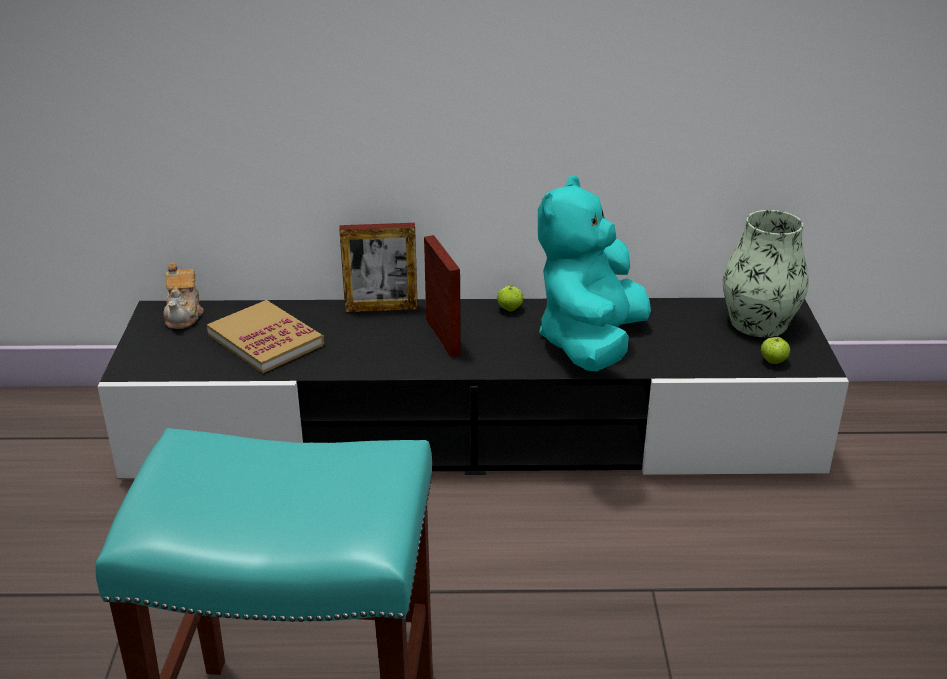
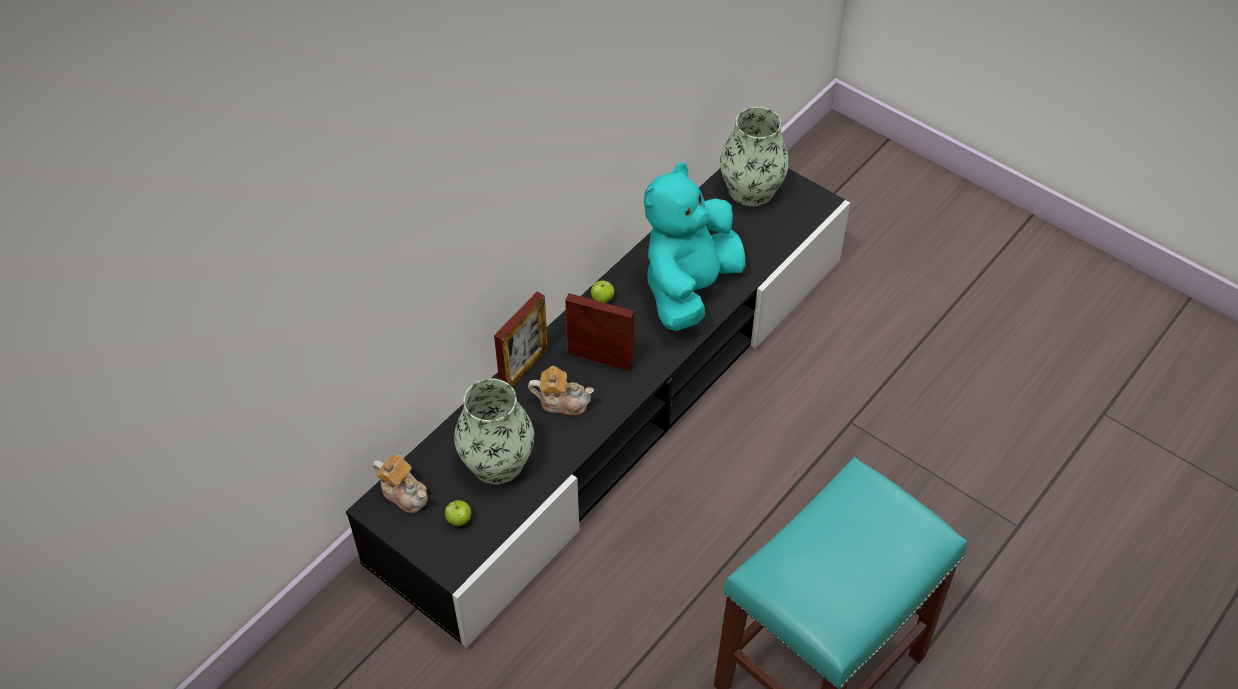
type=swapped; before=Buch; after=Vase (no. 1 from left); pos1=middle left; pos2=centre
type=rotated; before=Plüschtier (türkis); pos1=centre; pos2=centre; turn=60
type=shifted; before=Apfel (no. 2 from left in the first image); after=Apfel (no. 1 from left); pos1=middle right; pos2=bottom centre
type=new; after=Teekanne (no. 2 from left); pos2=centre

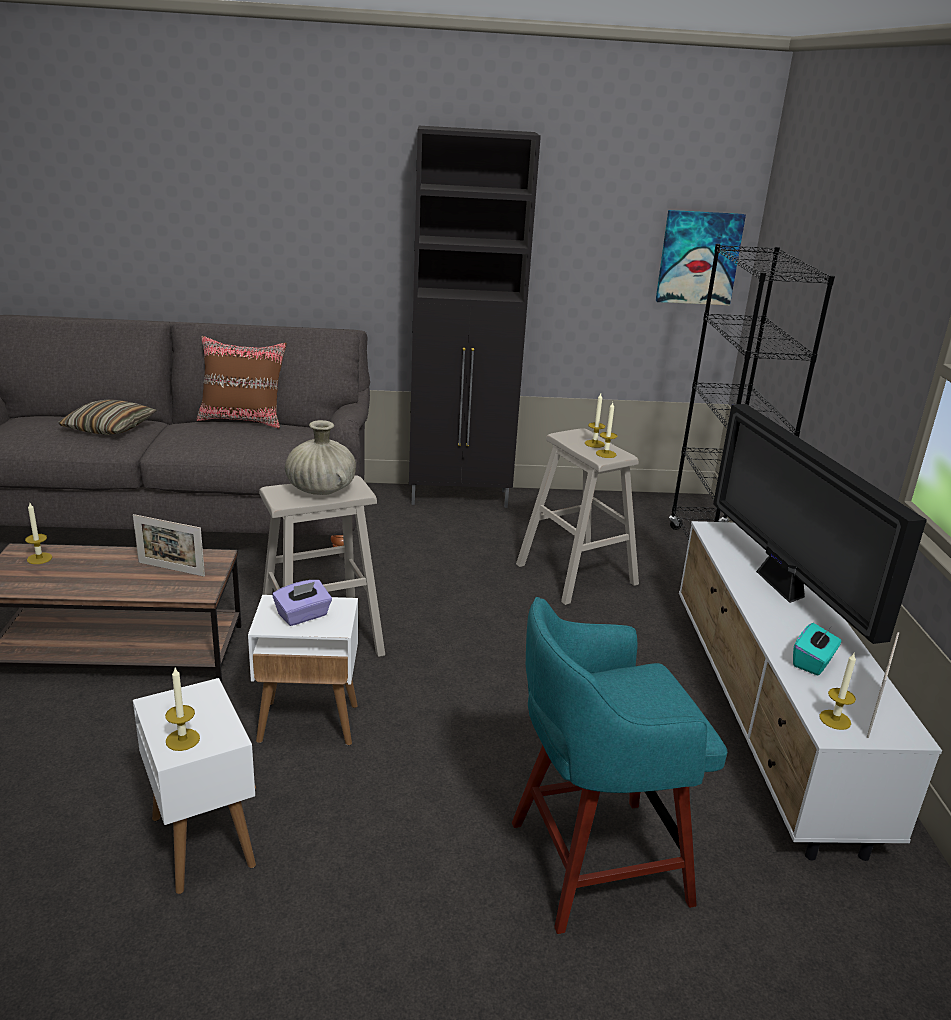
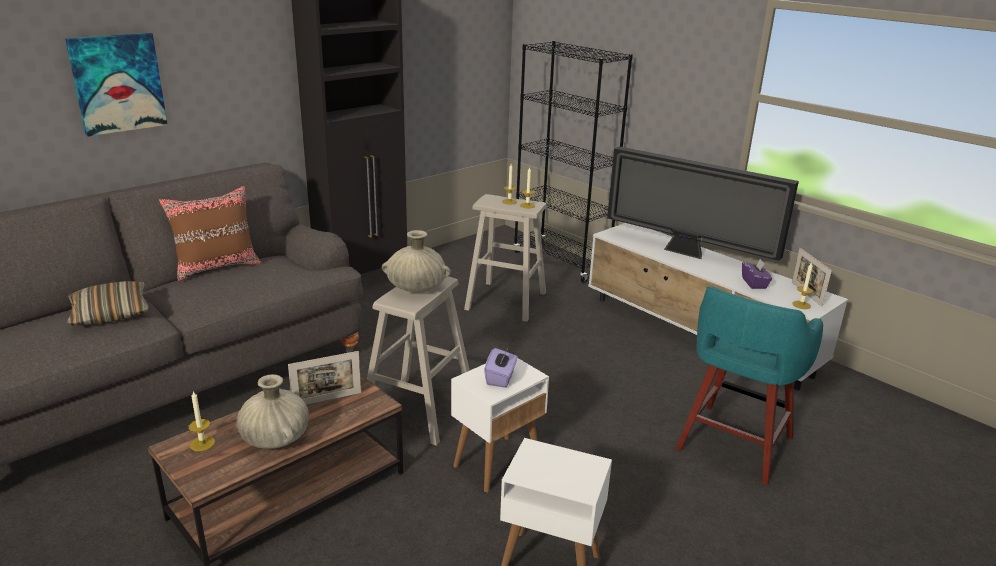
type=gone; before=Kerze (no. 2 from left); pos1=bottom left
type=shifted; before=Bild; pos1=top right; pos2=top left
type=repainted; before=Taschentuchbox (türkis); after=Taschentuchbox (lila) (no. 2 from left); pos1=middle right; pos2=middle right
type=new; after=Vase (beige) (no. 1 from left); pos2=bottom left

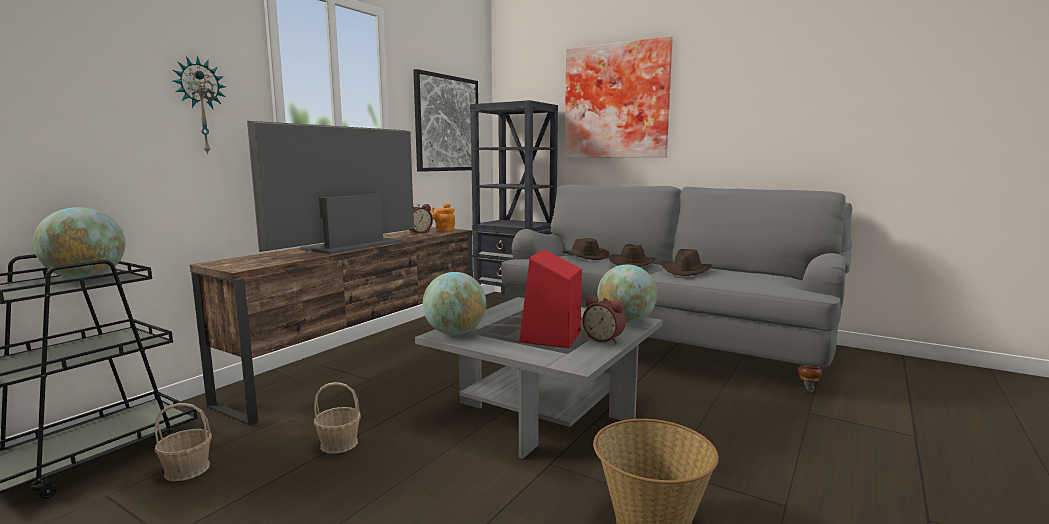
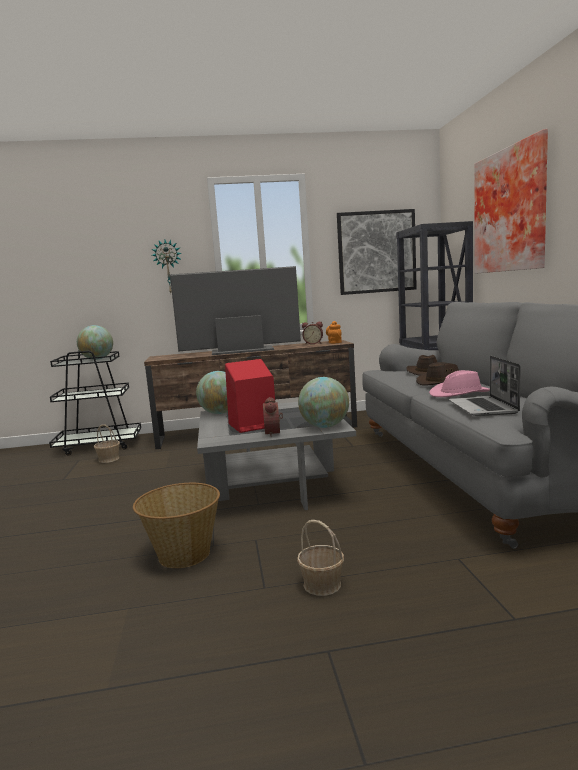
type=shifted; before=Korb (no. 2 from left in the first image); after=Korb (no. 3 from left); pos1=bottom left; pos2=bottom centre
type=repainted; before=Hut (braun) (no. 3 from left); after=Hut (rosa); pos1=centre; pos2=middle right
type=new; after=Laptop; pos2=middle right

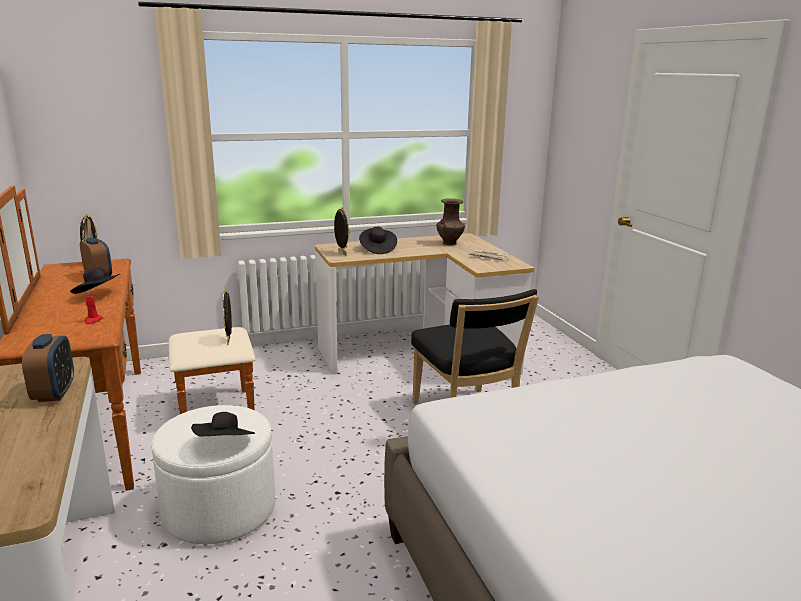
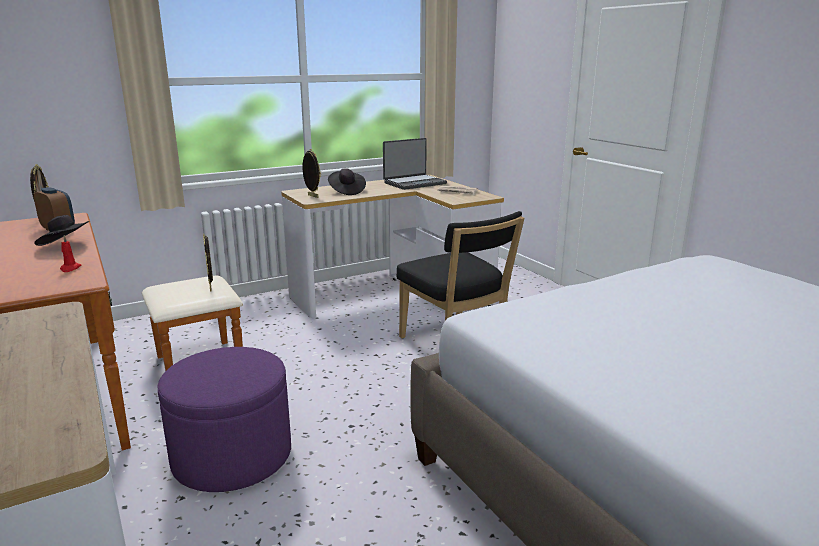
type=gone; before=Wecker (no. 1 from left); pos1=middle left
type=repainted; before=Polsterhocker (weiß); after=Polsterhocker (lila); pos1=bottom left; pos2=bottom left
type=gone; before=Hut (schwarz) (no. 2 from left); pos1=bottom left
type=swapped; before=Vase (braun); after=Laptop; pos1=centre; pos2=top centre

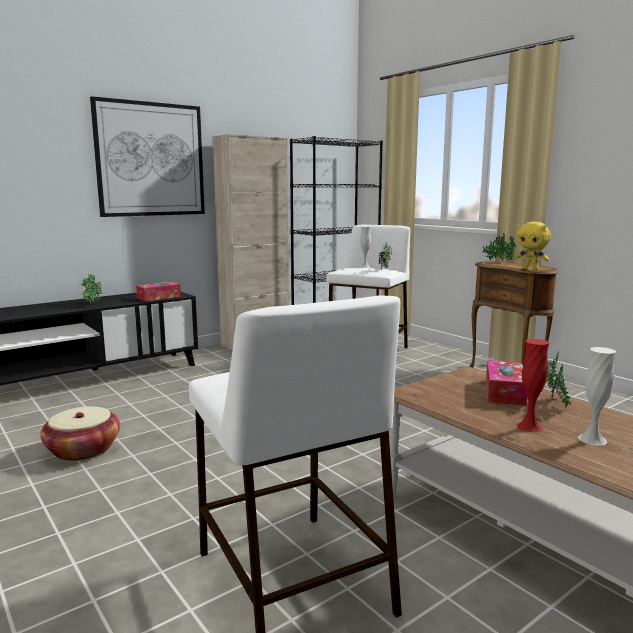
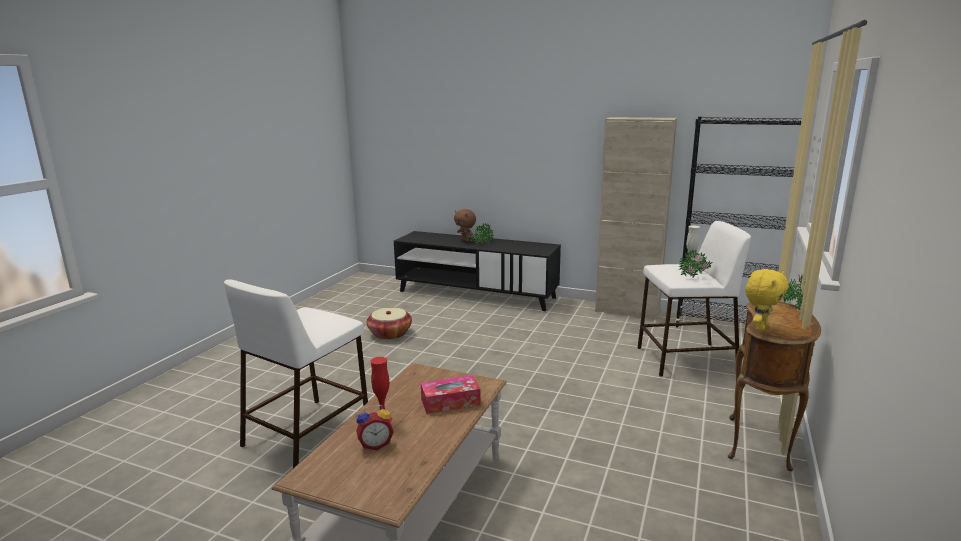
type=gone; before=Bild; pos1=top left
type=gone; before=Taschentuchbox (no. 1 from left); pos1=middle left
type=rotated; before=Plüschtier (gelb); pos1=middle right; pos2=middle right; turn=-150
type=gone; before=Topfpflanze (no. 4 from left); pos1=middle right
type=swapped; before=Vase (weiß) (no. 2 from left); after=Wecker; pos1=middle right; pos2=bottom centre
type=new; after=Plüschtier (braun); pos2=centre

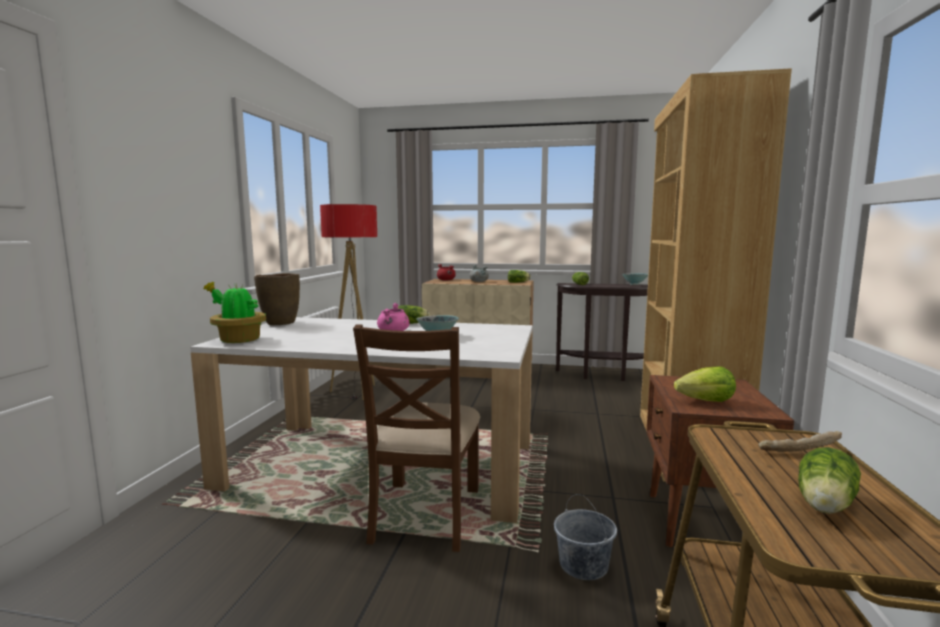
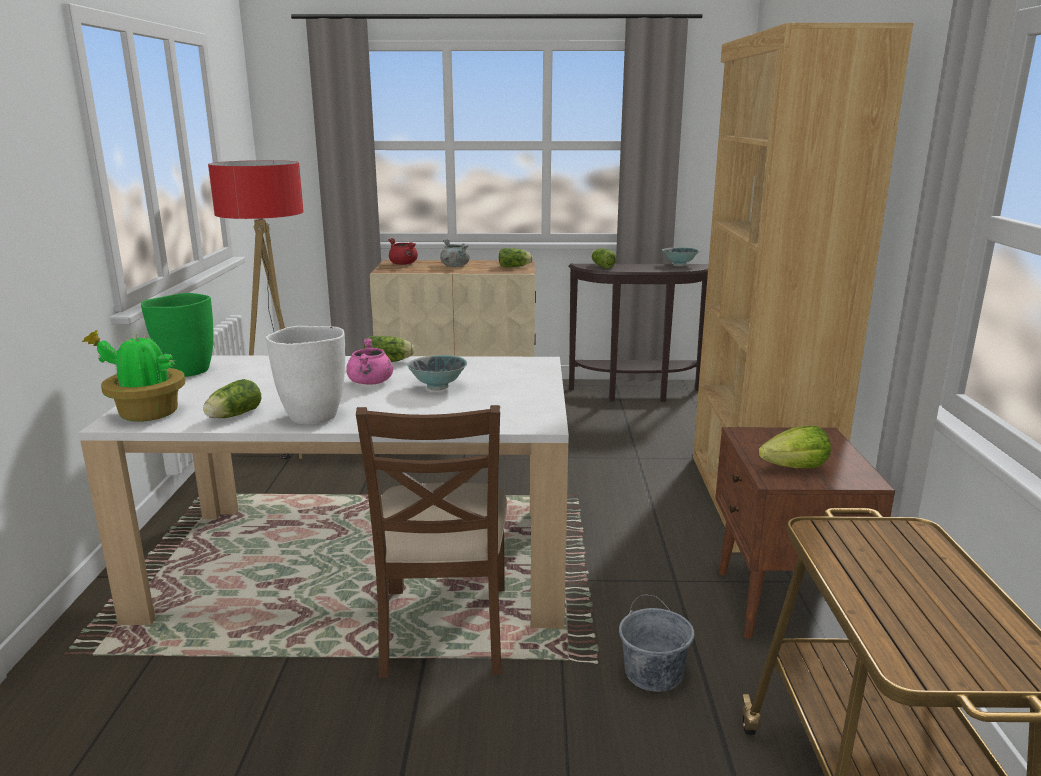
type=repainted; before=Vase (braun); after=Vase (grün); pos1=middle left; pos2=middle left
type=gone; before=Brot; pos1=bottom right
type=shifted; before=Salatkopf (no. 5 from left in the first image); after=Salatkopf (no. 1 from left); pos1=bottom right; pos2=middle left
type=new; after=Vase (weiß); pos2=middle left

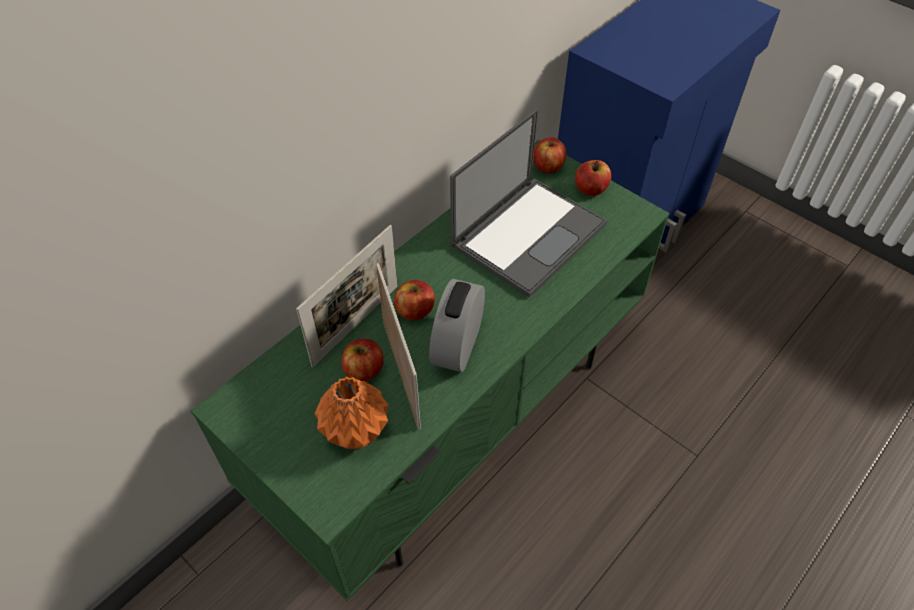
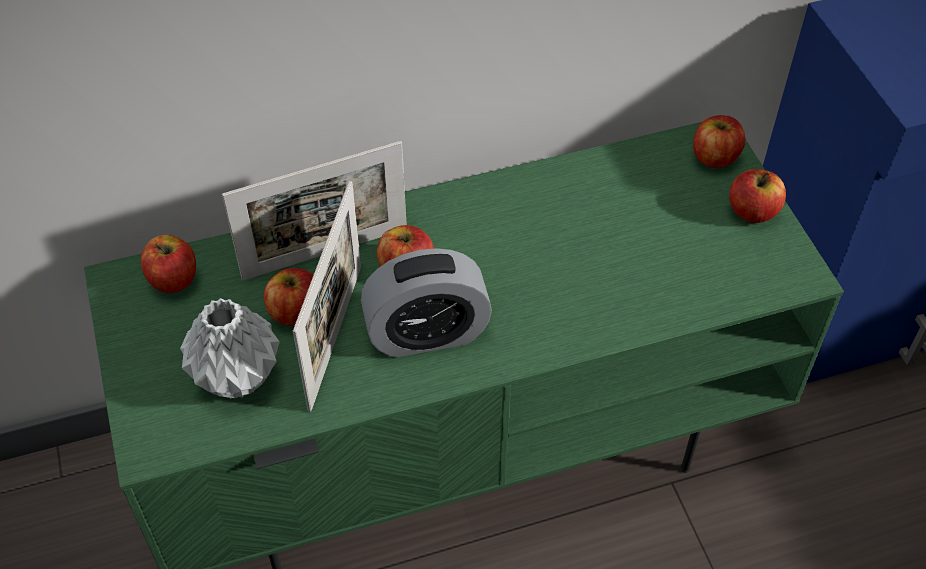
type=repainted; before=Vase (orange); after=Vase (grau); pos1=bottom centre; pos2=middle left
type=rotated; before=Wecker; pos1=centre; pos2=centre; turn=-150
type=gone; before=Laptop; pos1=top centre
type=new; after=Apfel (no. 1 from left); pos2=middle left

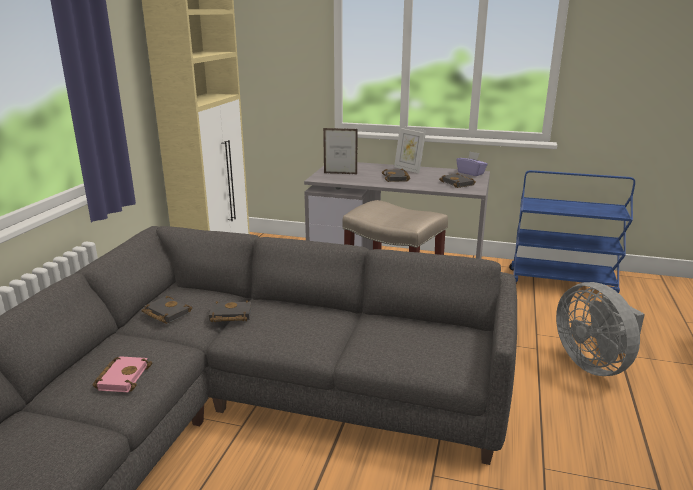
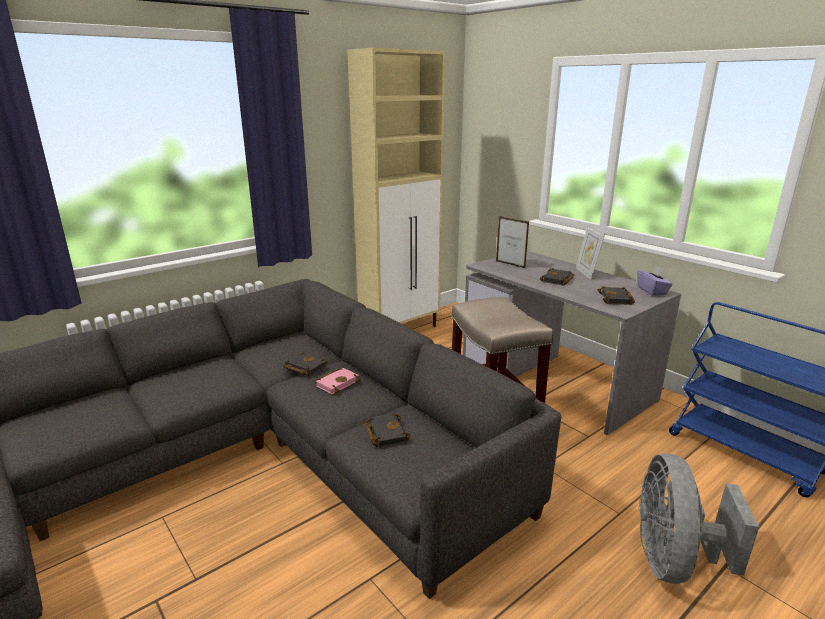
type=shifted; before=Buch (rosa); pos1=bottom left; pos2=centre
type=shifted; before=Buch (schwarz) (no. 1 from left in the first image); after=Buch (schwarz) (no. 2 from left); pos1=middle left; pos2=bottom centre

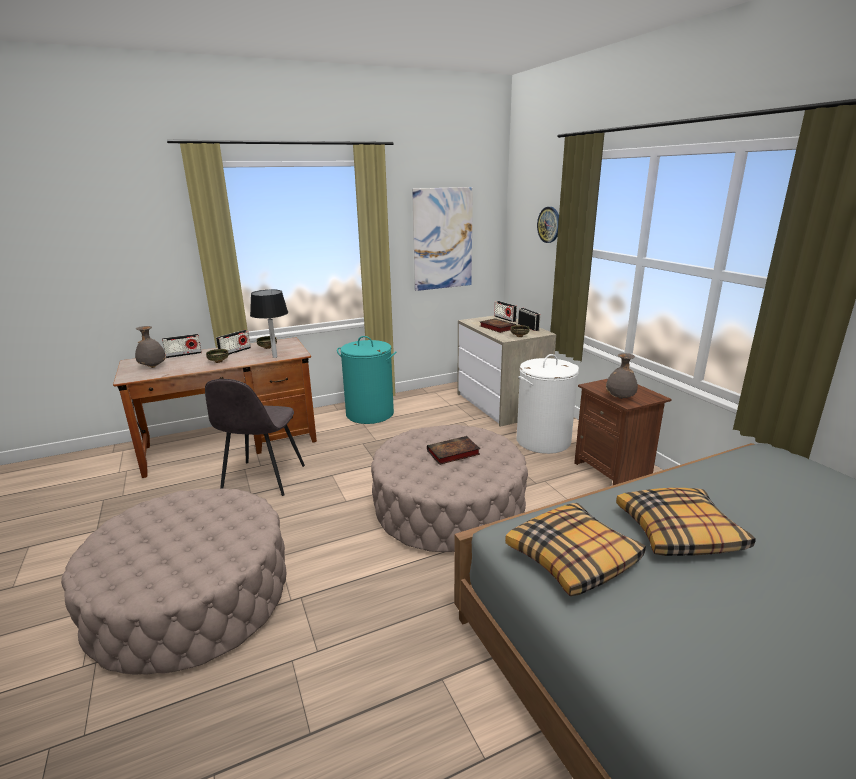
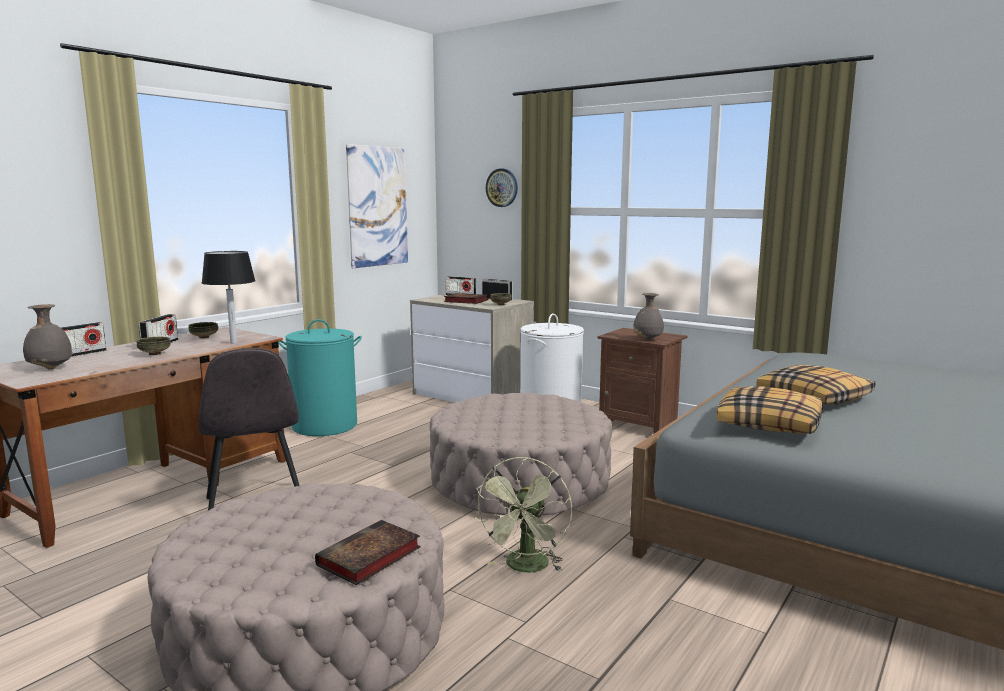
type=shifted; before=Buch (no. 1 from left); pos1=centre; pos2=bottom centre
type=new; after=Ventilator (grün); pos2=bottom centre

